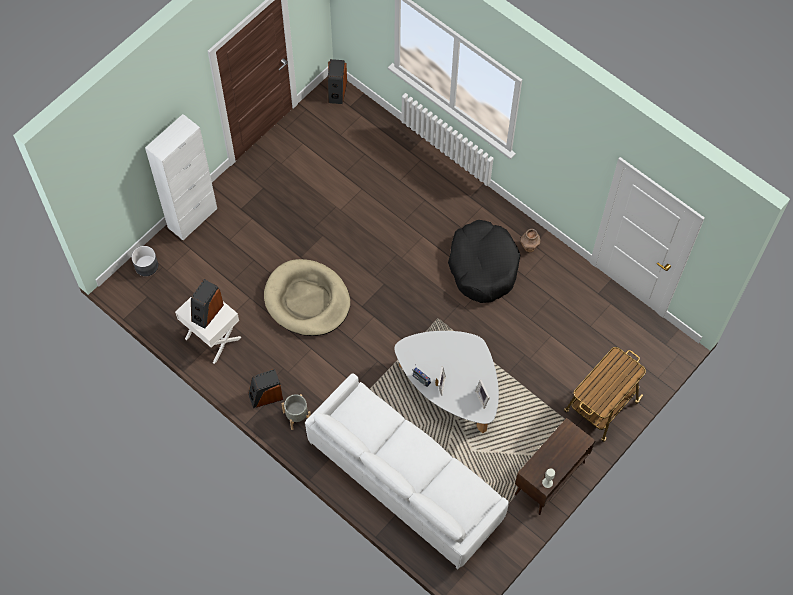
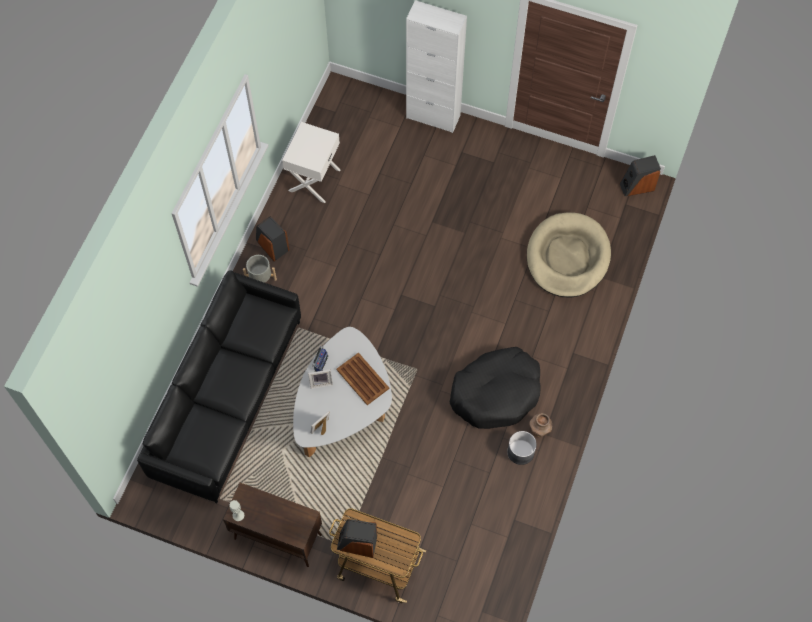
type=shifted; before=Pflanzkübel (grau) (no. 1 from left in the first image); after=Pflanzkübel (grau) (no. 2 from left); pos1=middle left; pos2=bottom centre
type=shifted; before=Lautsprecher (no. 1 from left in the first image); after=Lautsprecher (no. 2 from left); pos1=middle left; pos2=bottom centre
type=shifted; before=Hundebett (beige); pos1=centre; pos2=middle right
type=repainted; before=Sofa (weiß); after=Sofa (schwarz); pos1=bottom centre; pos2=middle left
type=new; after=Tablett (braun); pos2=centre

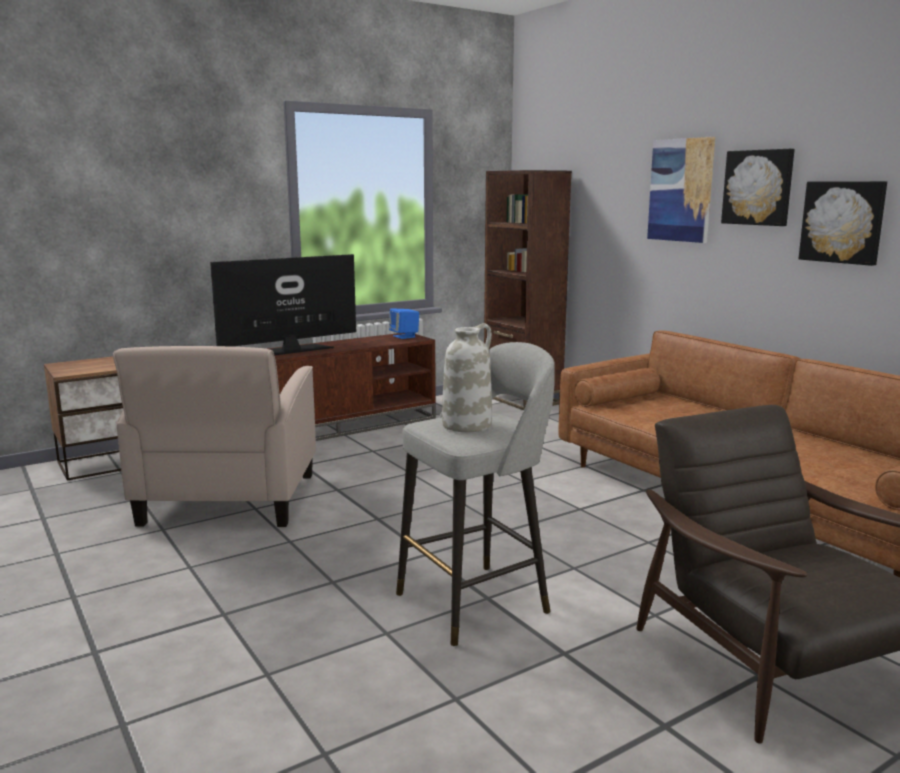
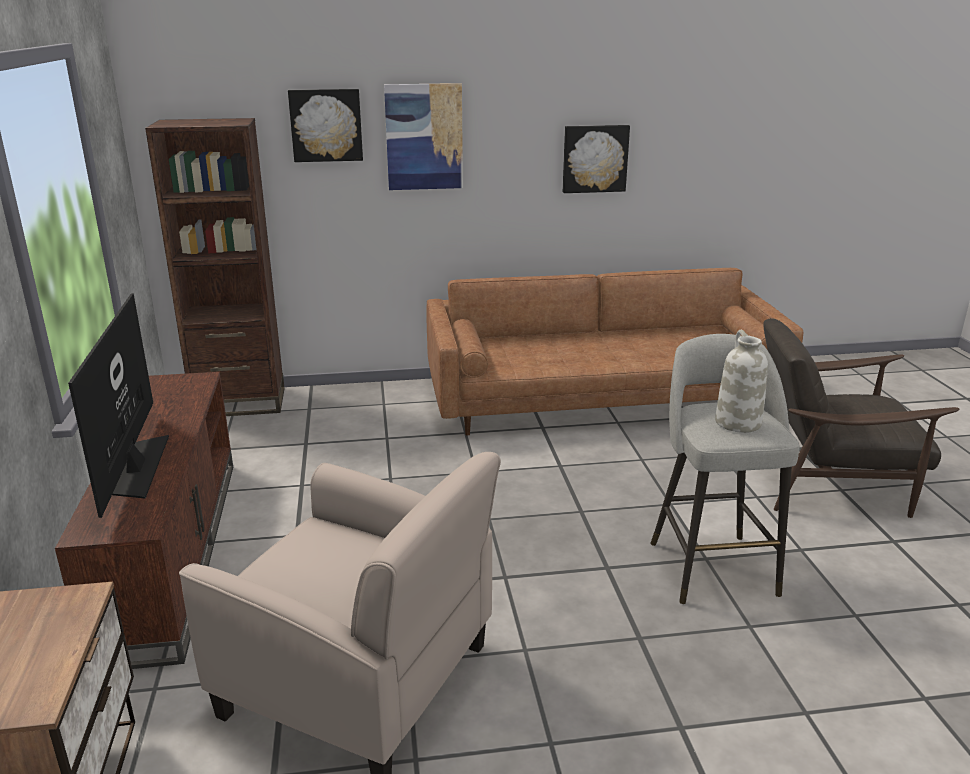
type=gone; before=Lautsprecher (blau); pos1=centre
type=shifted; before=Bild (no. 2 from left in the first image); after=Bild (no. 1 from left); pos1=top right; pos2=top centre

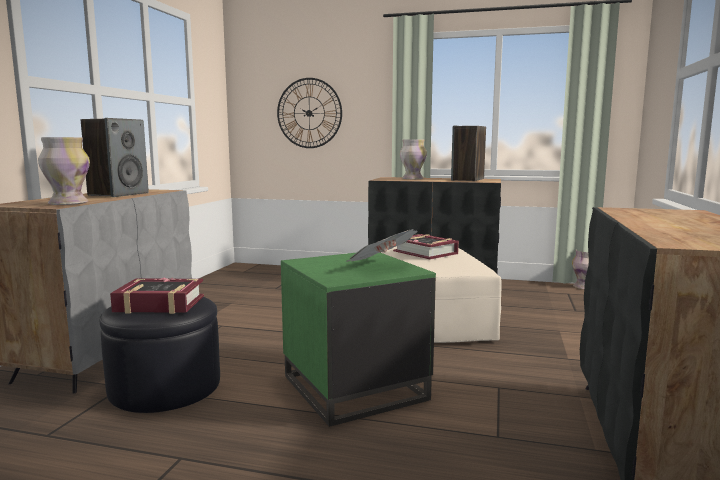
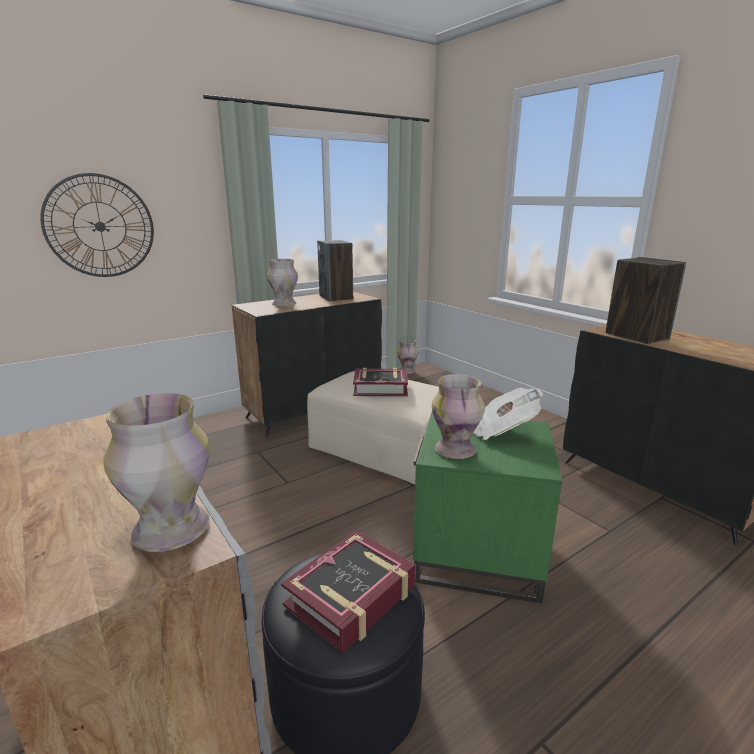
type=shifted; before=Lautsprecher (no. 1 from left in the first image); after=Lautsprecher (no. 2 from left); pos1=top left; pos2=middle right
type=new; after=Vase (no. 4 from left); pos2=centre

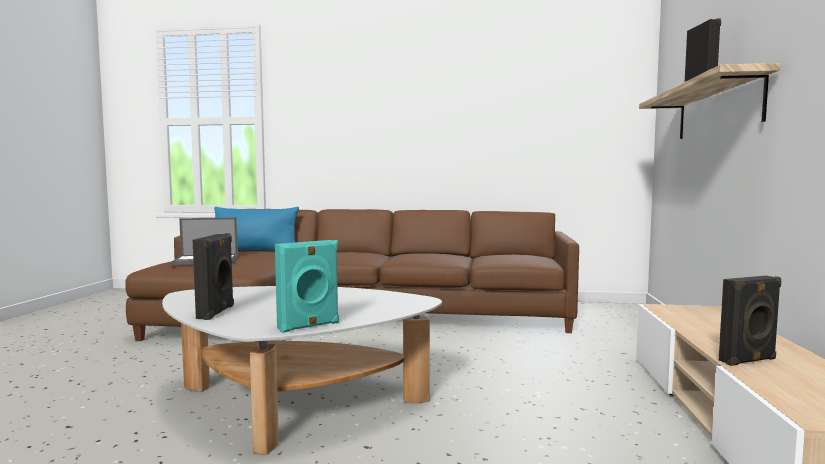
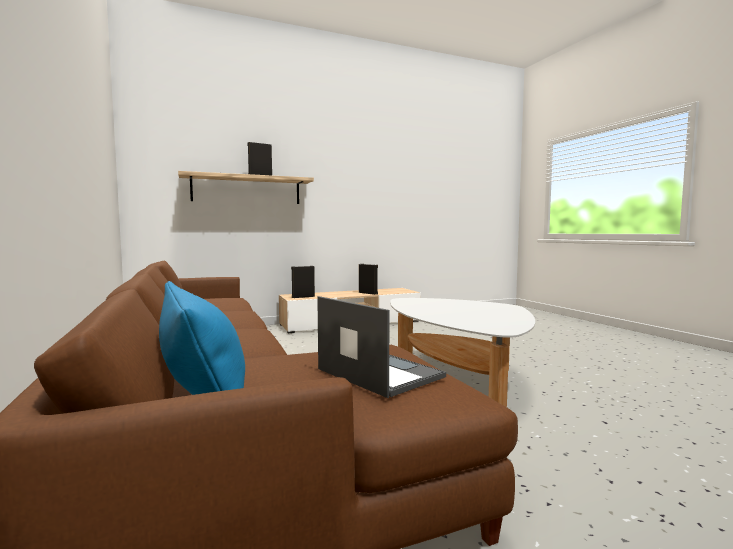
type=shifted; before=Lautsprecher (schwarz) (no. 1 from left in the first image); after=Lautsprecher (schwarz) (no. 2 from left); pos1=middle left; pos2=centre
type=gone; before=Lautsprecher (türkis); pos1=centre

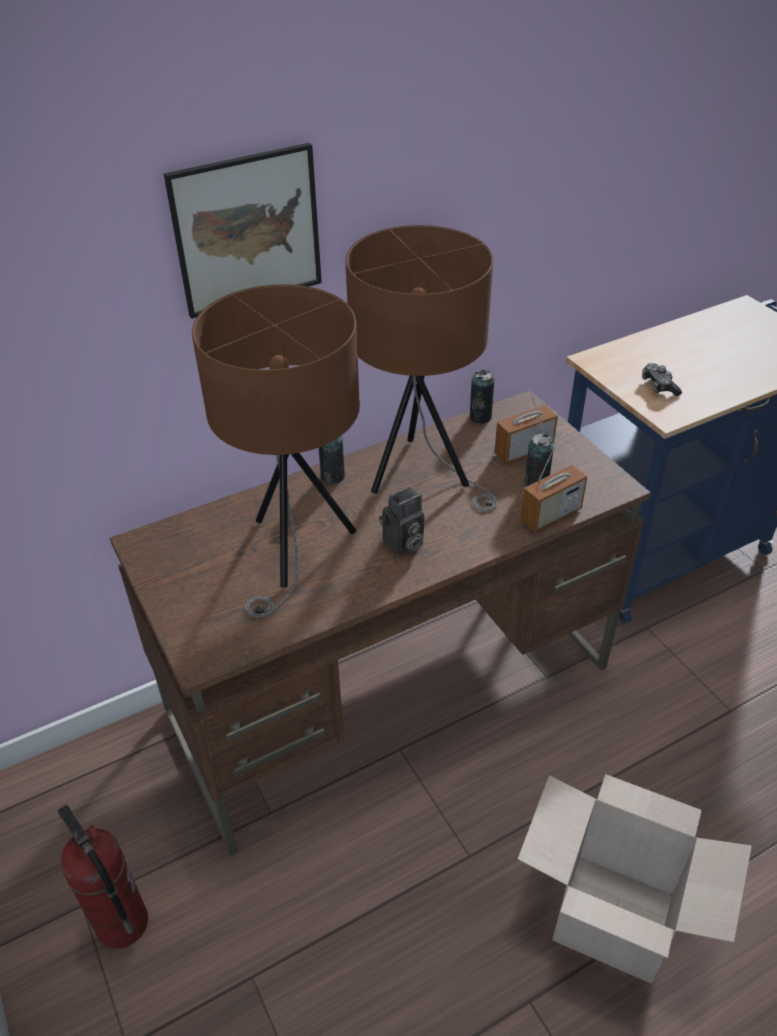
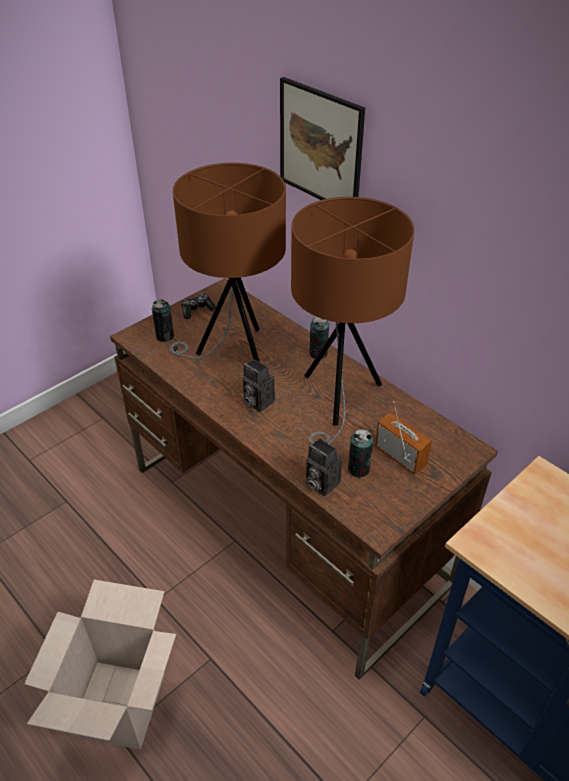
type=gone; before=Feuerlöscher; pos1=bottom left
type=shifted; before=Dose (no. 2 from left in the first image); after=Dose (no. 1 from left); pos1=centre; pos2=middle left
type=swapped; before=Radio (no. 2 from left); after=Kamera (no. 2 from left); pos1=middle right; pos2=centre
type=shifted; before=Gamepad; pos1=middle right; pos2=centre

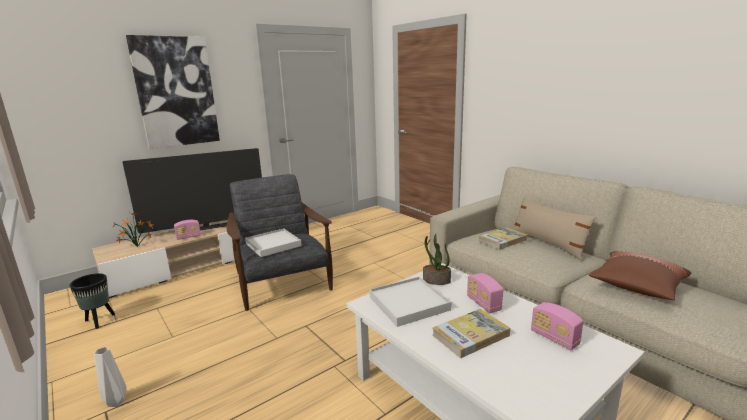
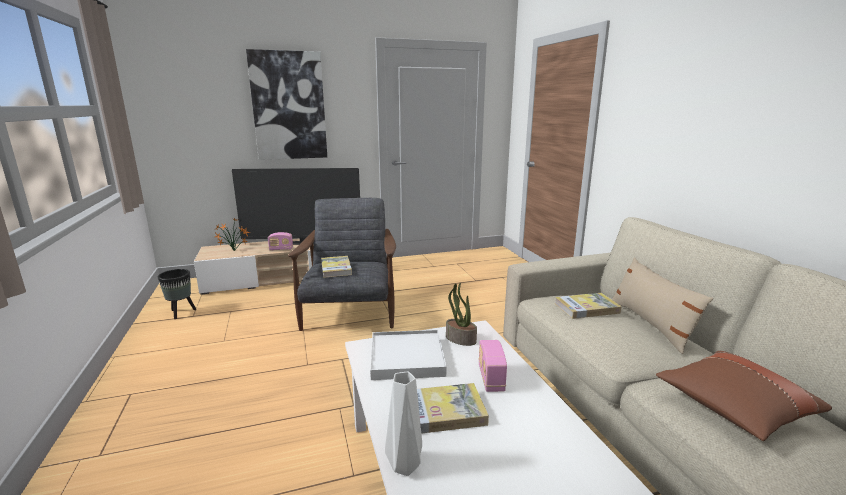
type=shifted; before=Vase (grau); pos1=bottom left; pos2=bottom centre
type=swapped; before=Tablett (weiß) (no. 1 from left); after=Buch (no. 1 from left); pos1=centre; pos2=centre
type=gone; before=Radio (no. 3 from left); pos1=bottom right

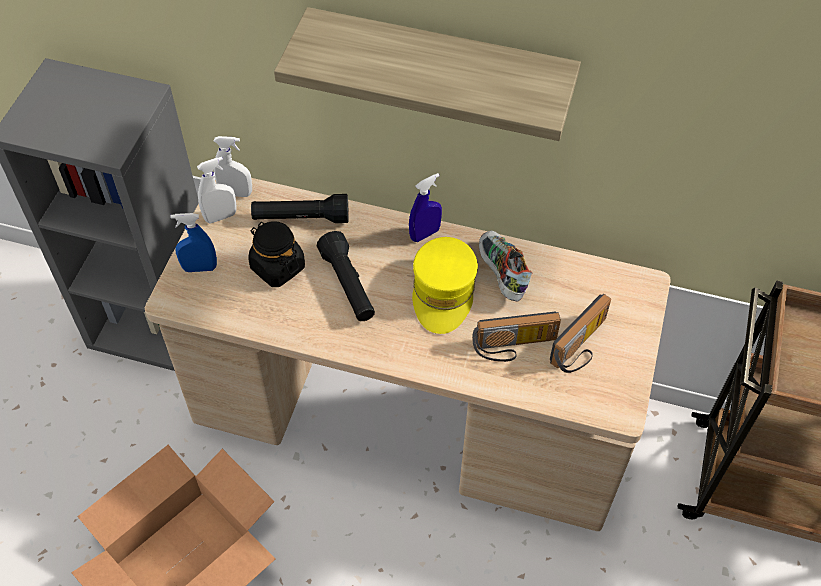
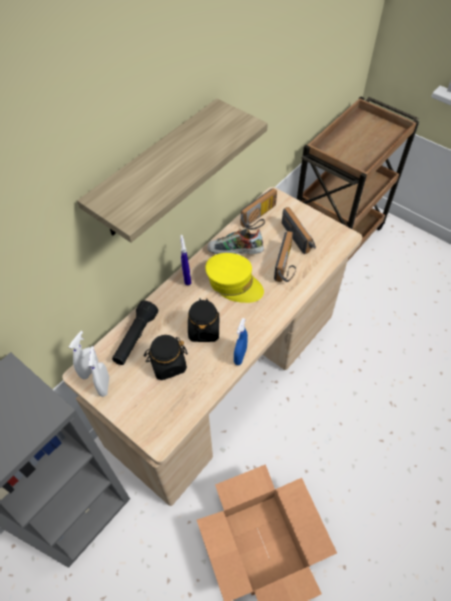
type=shifted; before=Sprühflasche (blau) (no. 1 from left in the first image); after=Sprühflasche (blau) (no. 2 from left); pos1=middle left; pos2=centre
type=swapped; before=Taschenlampe (schwarz) (no. 2 from left); after=Vorratsglas (schwarz) (no. 2 from left); pos1=centre; pos2=centre
type=new; after=Radio (no. 1 from left); pos2=centre

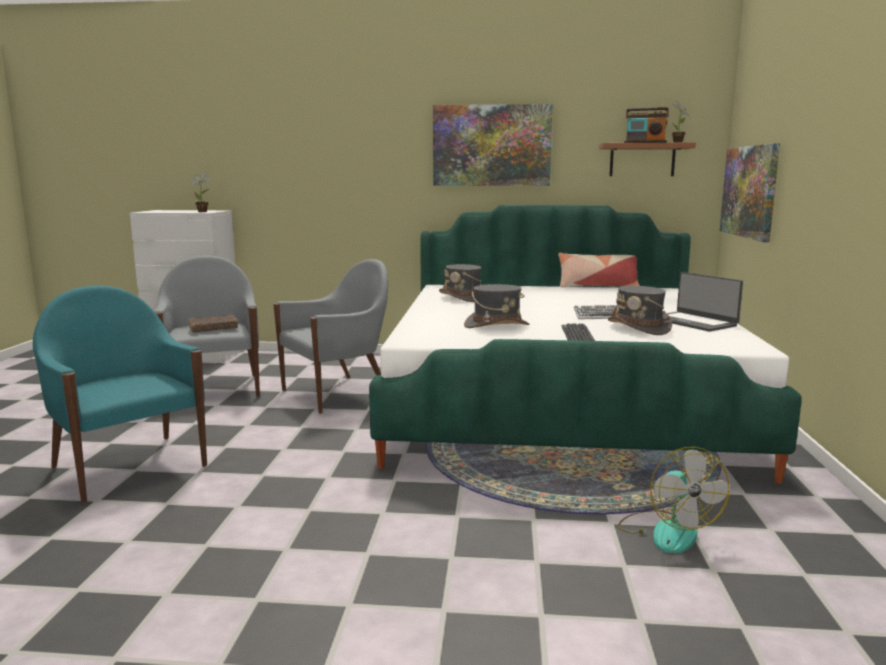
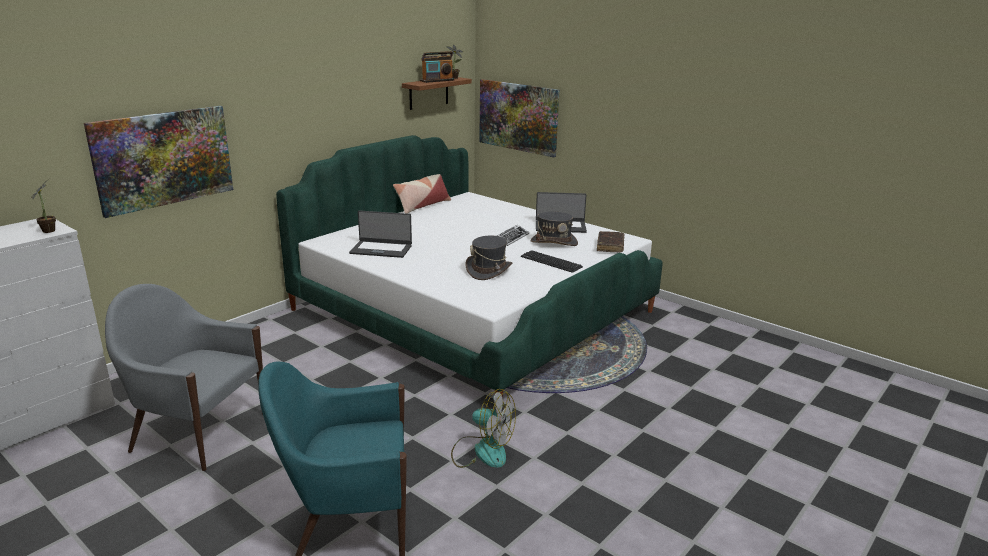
type=shifted; before=Buch (braun); pos1=middle left; pos2=centre
type=gone; before=Sessel (grau) (no. 2 from left); pos1=centre
type=shifted; before=Bild (no. 1 from left); pos1=top centre; pos2=top left
type=swapped; before=Hut (grau) (no. 1 from left); after=Laptop (no. 1 from left); pos1=centre; pos2=centre
type=shifted; before=Ventilator; pos1=bottom right; pos2=bottom centre

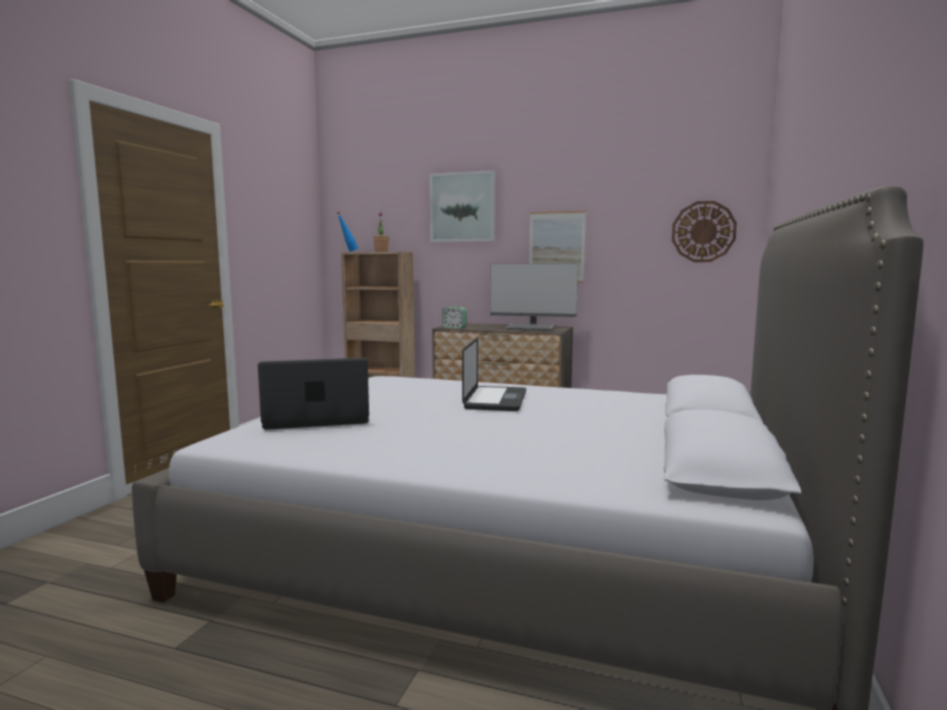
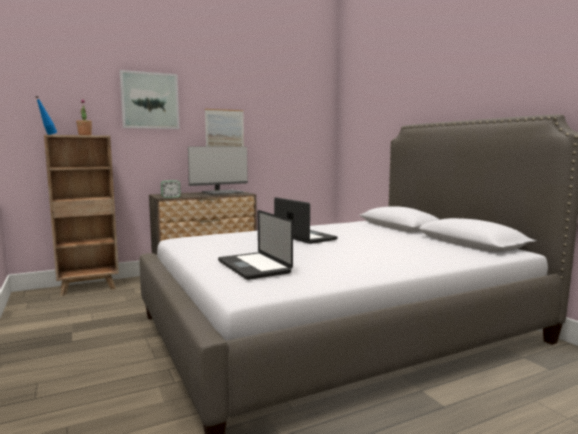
type=rotated; before=Laptop (no. 1 from left); pos1=middle left; pos2=centre; turn=-60
type=gone; before=Wanduhr; pos1=top right

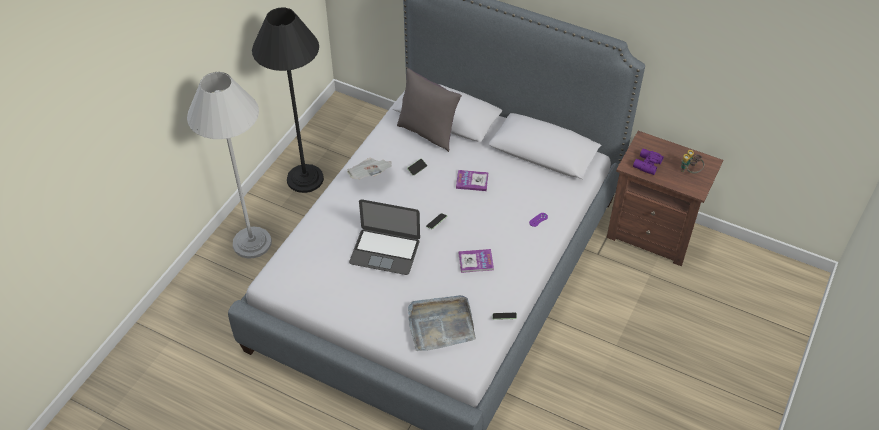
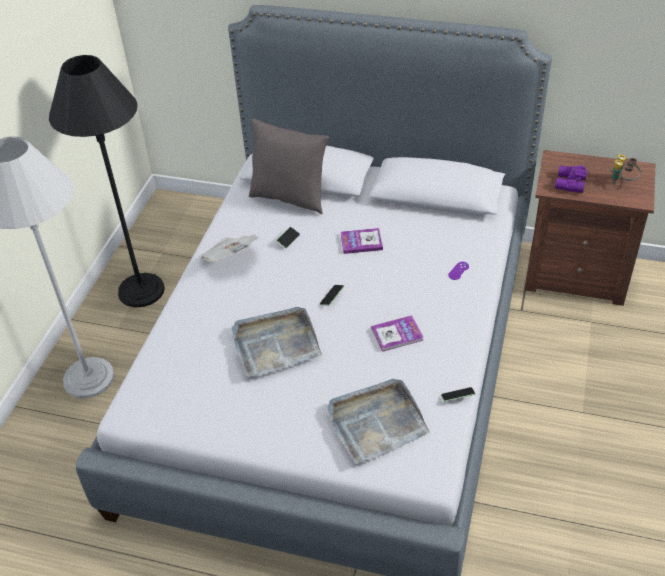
type=swapped; before=Laptop; after=Tablett (grau) (no. 1 from left); pos1=centre; pos2=centre

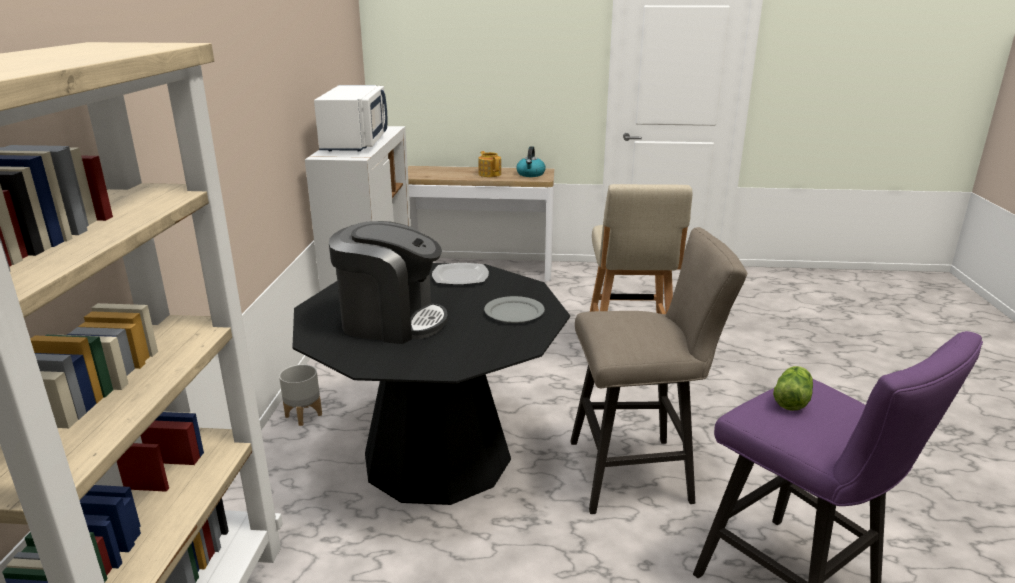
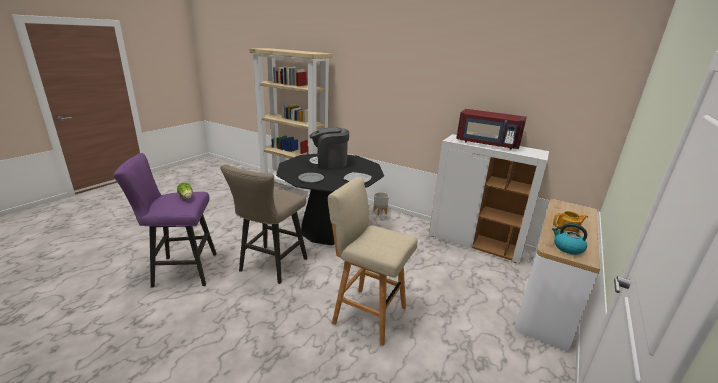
type=repainted; before=Mikrowelle (weiß); after=Mikrowelle (rot); pos1=top centre; pos2=middle right
type=rotated; before=Kaffeemaschine; pos1=centre; pos2=centre; turn=45

